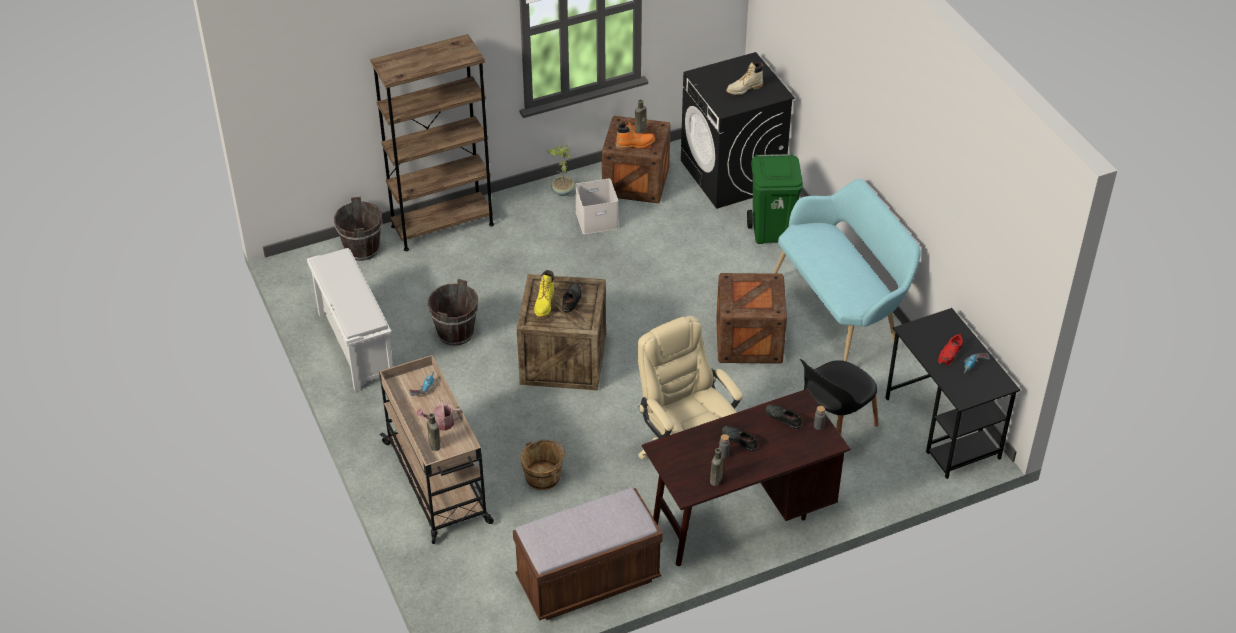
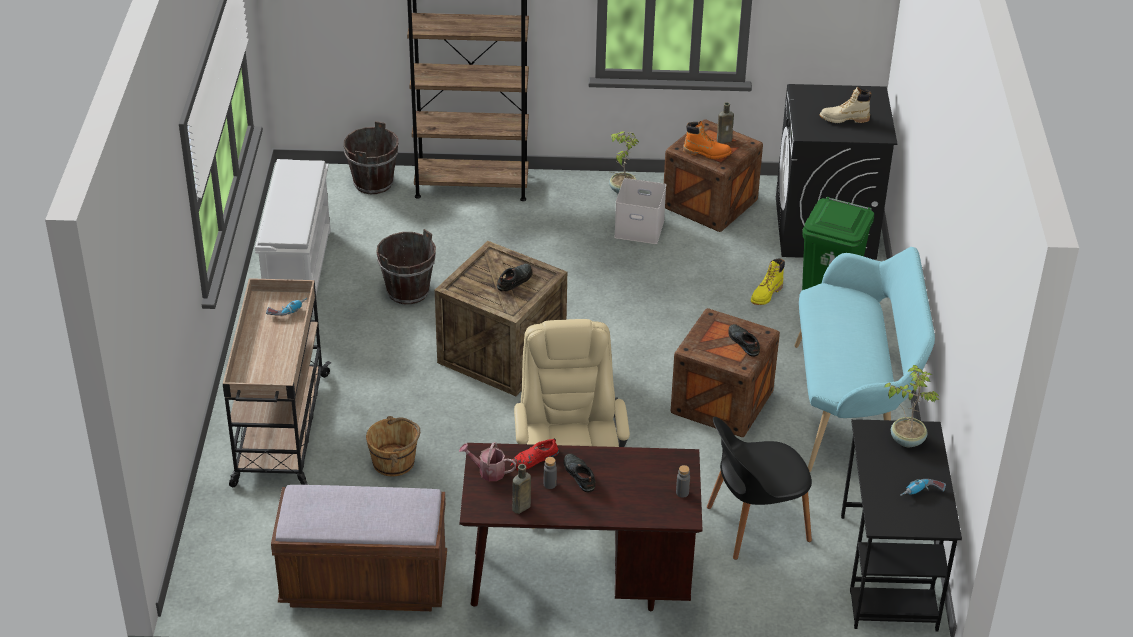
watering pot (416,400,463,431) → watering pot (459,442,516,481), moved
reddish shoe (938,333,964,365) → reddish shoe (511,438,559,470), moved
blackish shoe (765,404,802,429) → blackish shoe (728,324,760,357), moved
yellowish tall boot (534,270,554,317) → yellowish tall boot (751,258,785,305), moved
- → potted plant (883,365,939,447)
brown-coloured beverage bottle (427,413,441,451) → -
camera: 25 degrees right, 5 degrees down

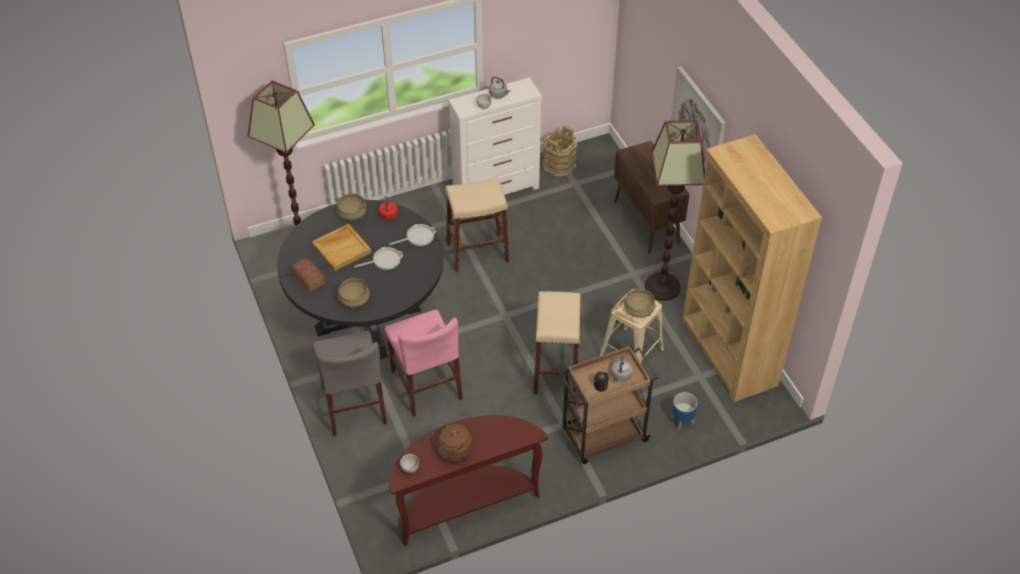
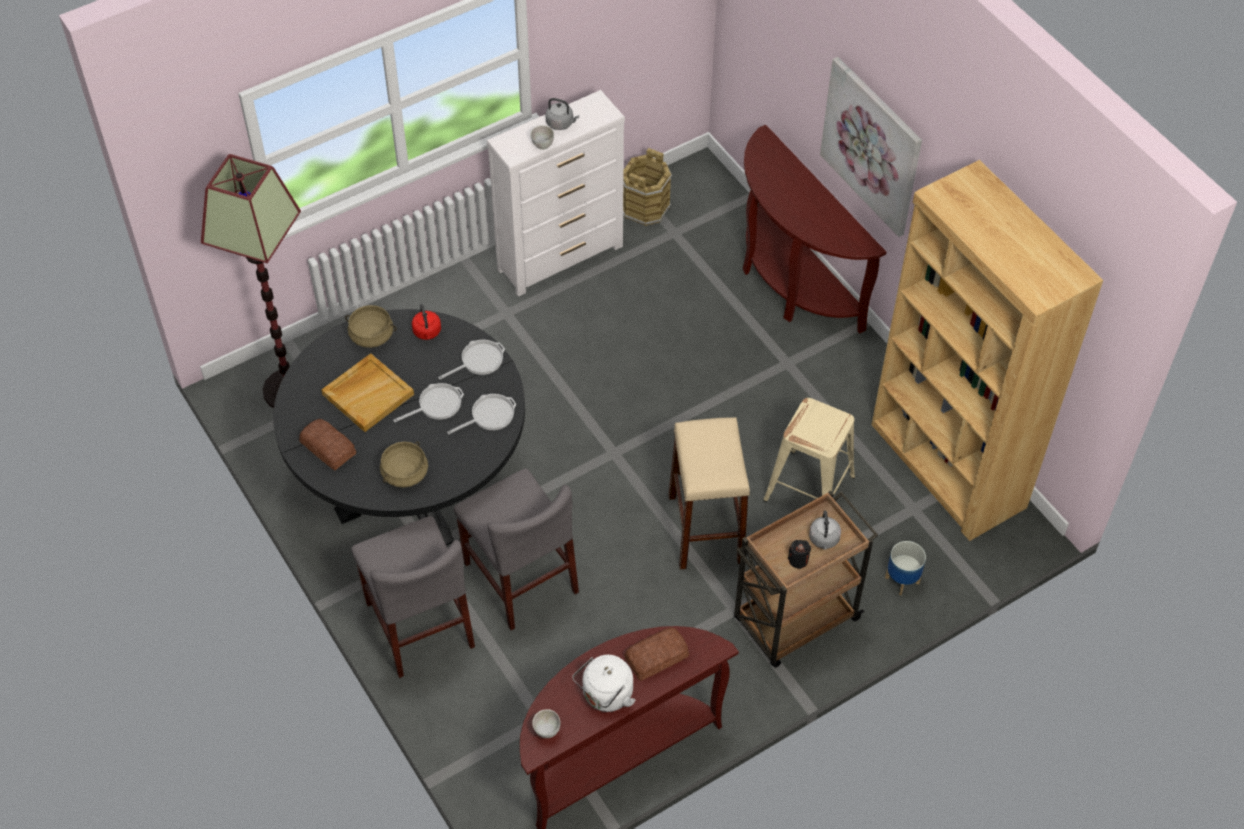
- → skillet (447,394,516,434)
pink-coloured upright chair (384,310,463,417) → grey upright chair (454,468,579,630)
brown-coloured kettle (431,424,472,463) → whitish kettle (572,655,635,712)
- → bread (625,628,689,681)
brown-coloured cabinet (614,141,690,254) → brown-coloured hall table (743,125,886,333)
beige stool (446,177,509,272) → -
beige cooking pot (624,289,655,318) → -
standing lamp (645,120,705,301) → -
camera: 10 degrees left, 5 degrees up

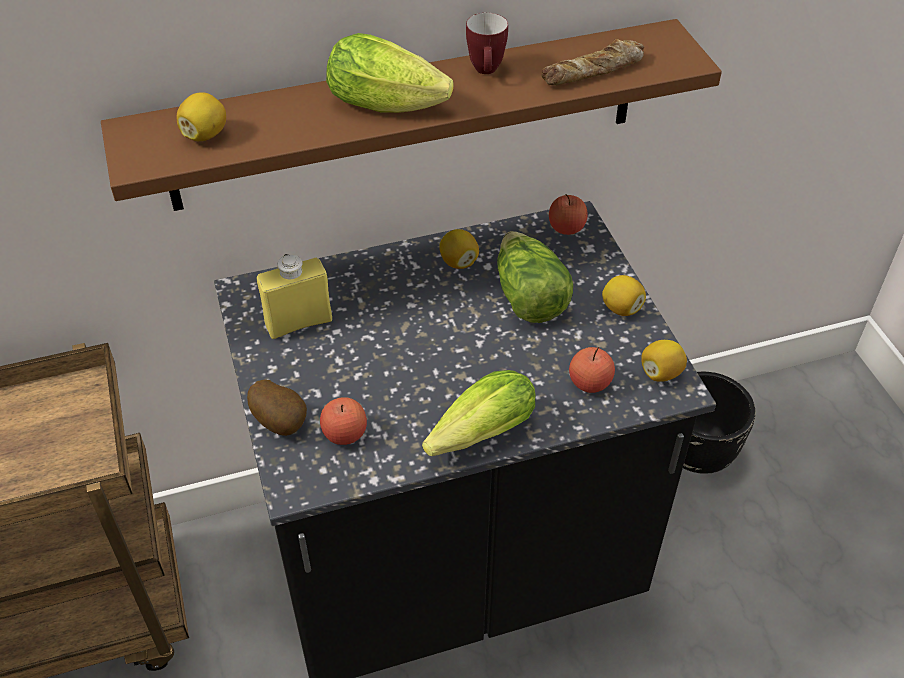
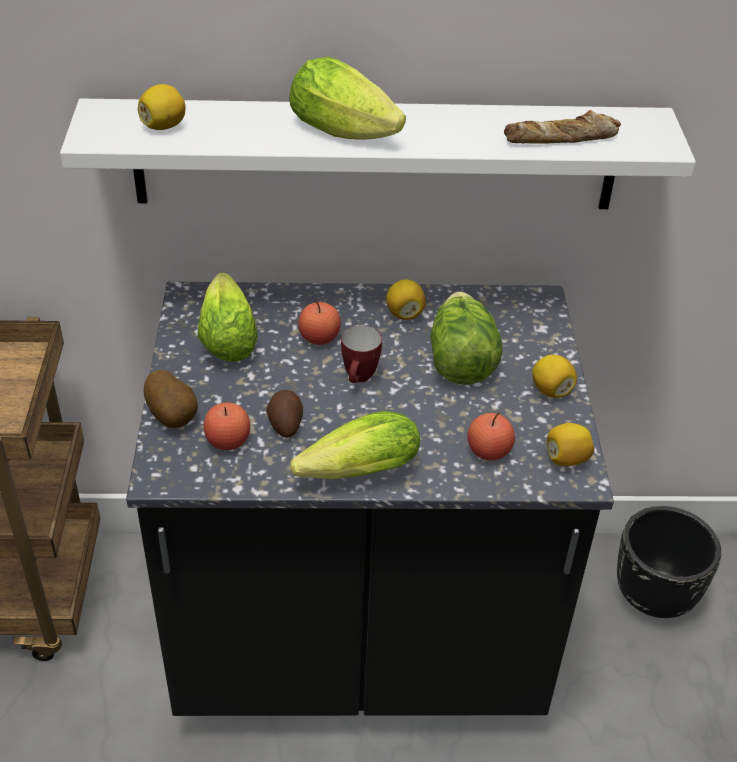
brown-coloured wall shelf (101,19,722,211) → whitish wall shelf (60,98,696,209)
yellowish beverage bottle (257,254,332,339) → head of lettuce (198,272,258,362)
- → whole potato (266,390,303,438)
apple fruit (549,194,588,235) → apple fruit (298,299,341,345), moved
mug (466,13,508,74) → mug (341,326,382,383), moved
camera: 15 degrees right, 5 degrees down

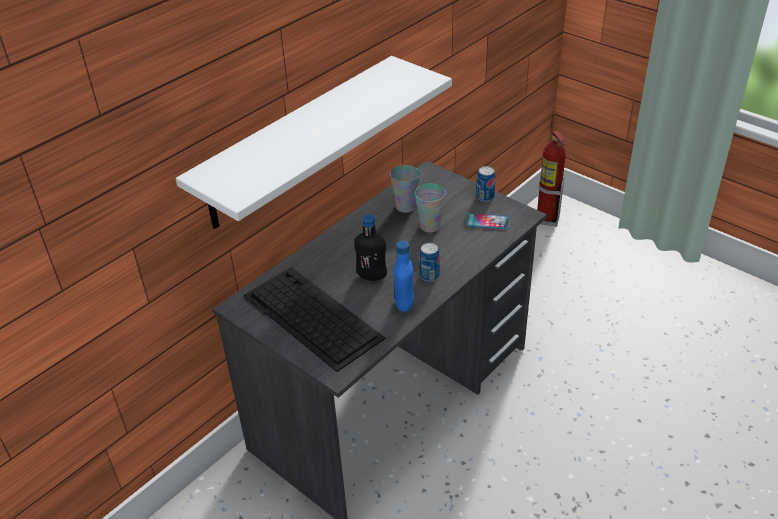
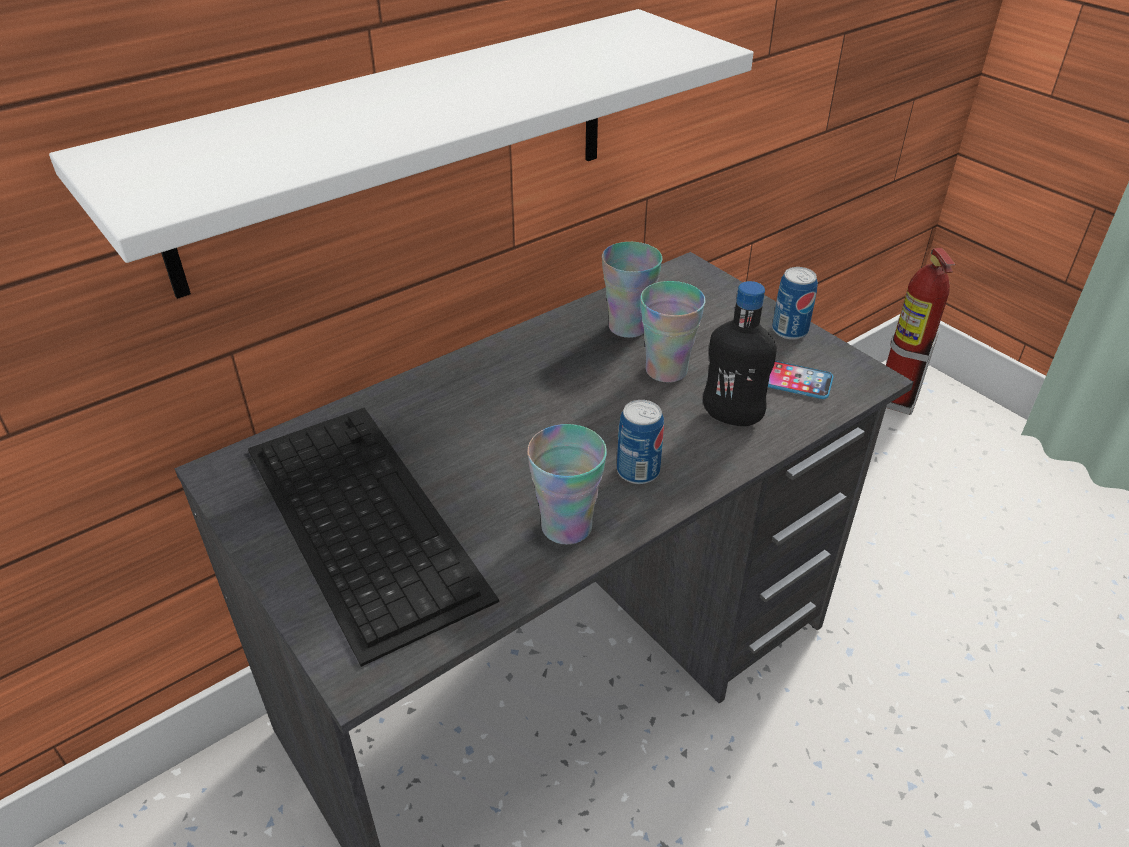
bluish beverage bottle (394,241,414,312) → drinking cup (527,424,607,545)
blackish beverage bottle (354,214,387,281) → blackish beverage bottle (703,281,777,426), moved
camera: 10 degrees right, 0 degrees up

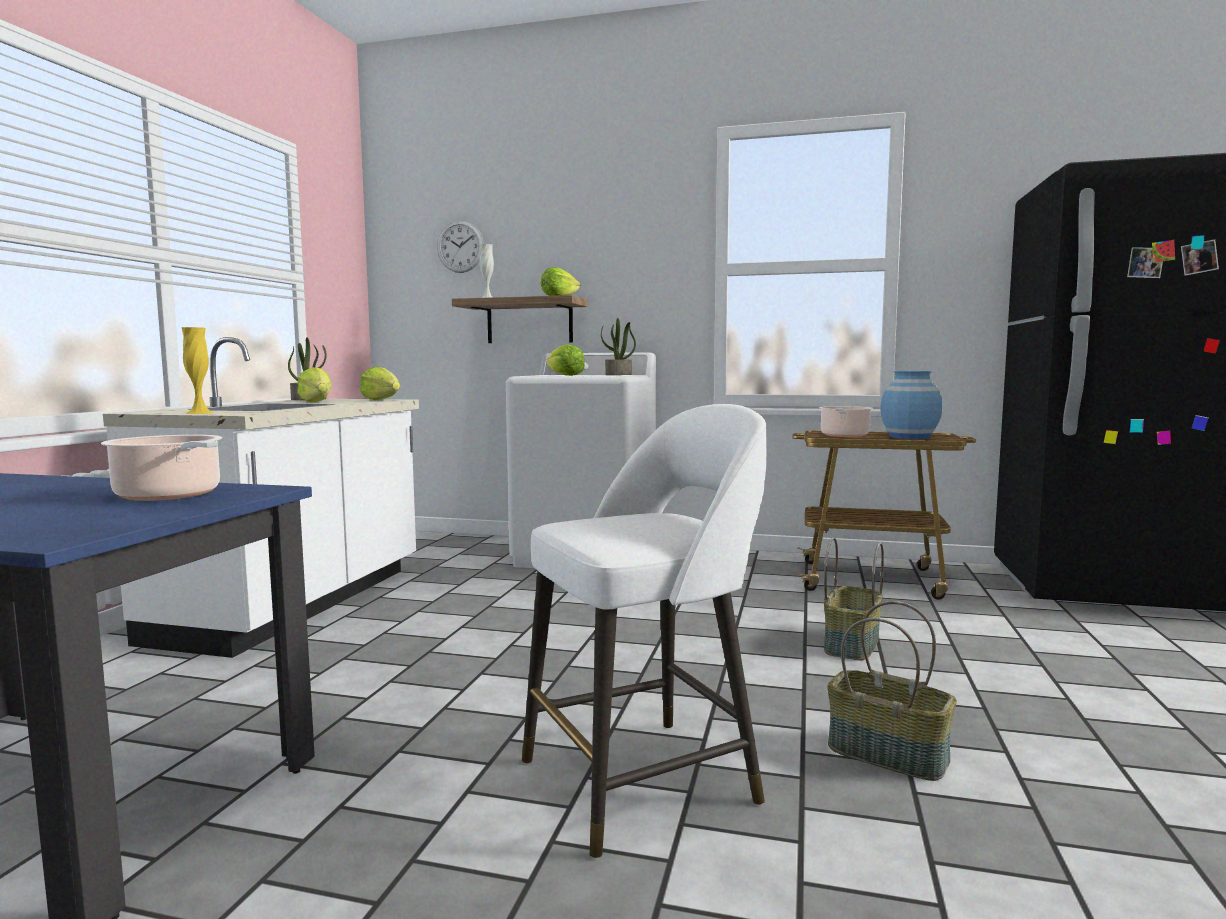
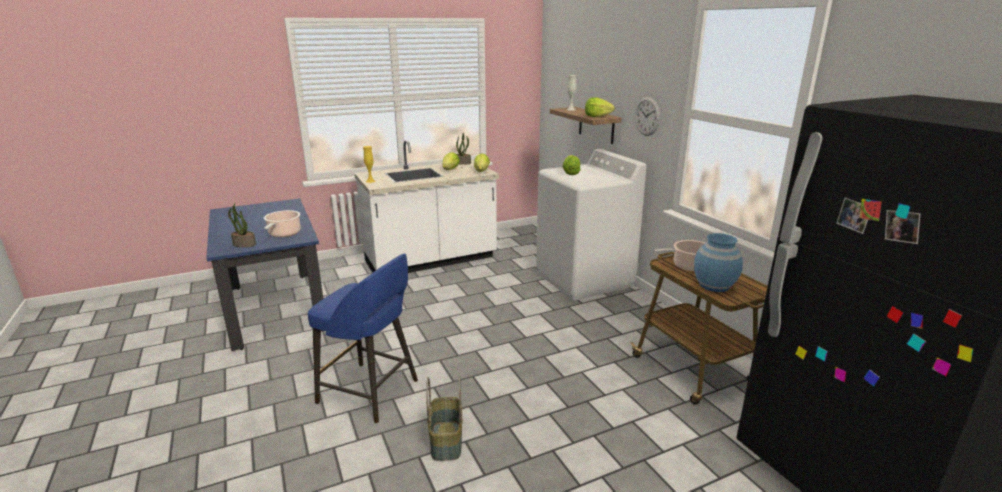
potted plant (601,318,636,375) → potted plant (228,203,256,248), moved
whitish stool (522,404,767,858) → bluish stool (308,254,418,423)
hanging clock (437,220,484,273) → hanging clock (635,97,660,136), moved
basket (824,537,884,660) → -
camera: 50 degrees right, 15 degrees up

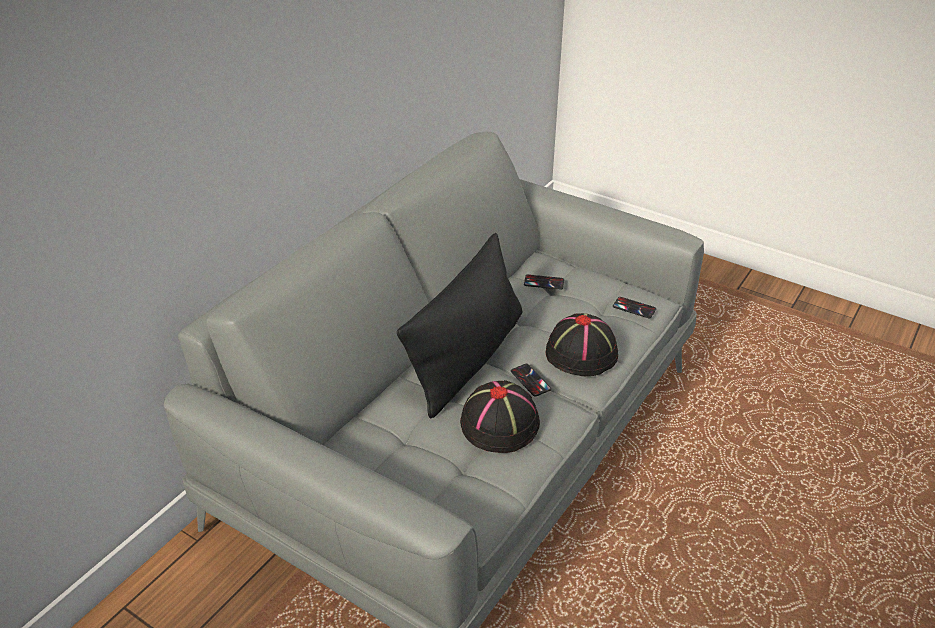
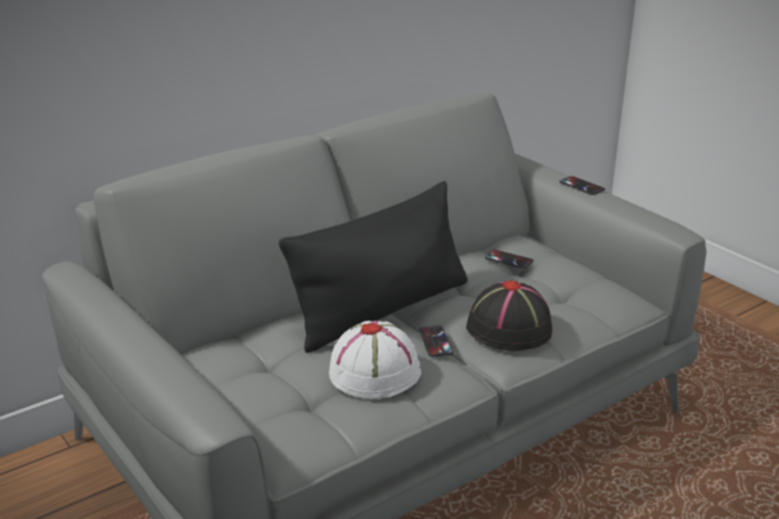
blackish clothing hat (460,380,540,453) → whitish clothing hat (329,321,421,399)
phone (613,297,656,319) → phone (559,176,605,195), moved
camera: 20 degrees right, 10 degrees down

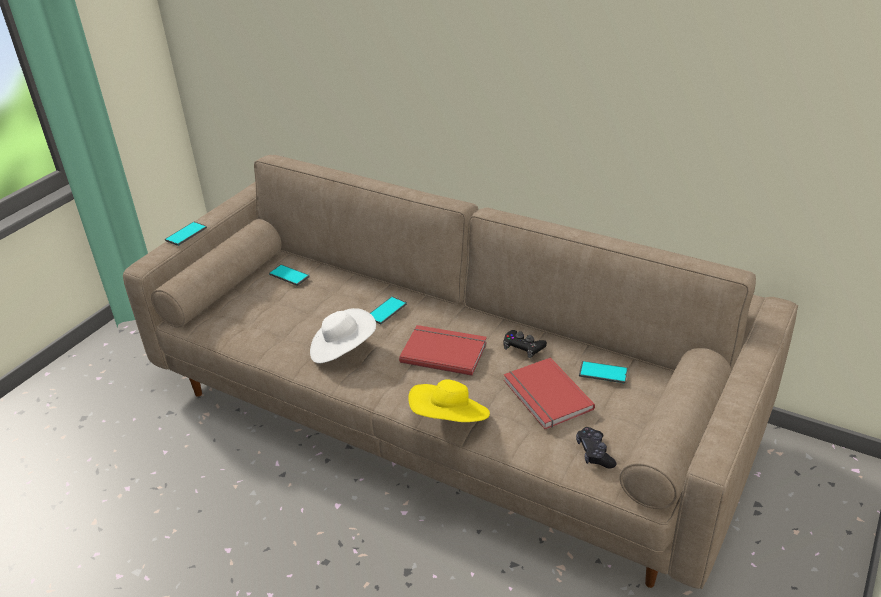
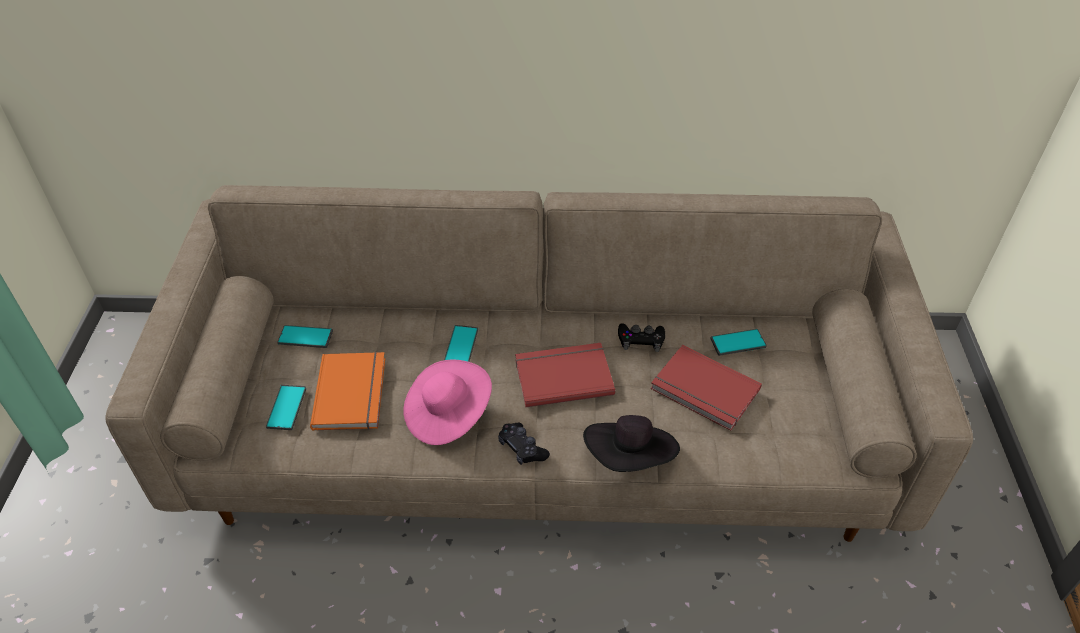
phone (165,222,207,246) → phone (266,385,306,430), moved
- → orange-coloured book (310,352,385,430)
whitish clothing hat (310,308,376,364) → pink-coloured clothing hat (403,359,492,445)
blackish joypad (576,427,616,469) → blackish joypad (498,423,550,465), moved
yellowish clothing hat (408,379,490,422) → blackish clothing hat (583,415,680,472)
camera: 30 degrees left, 10 degrees up

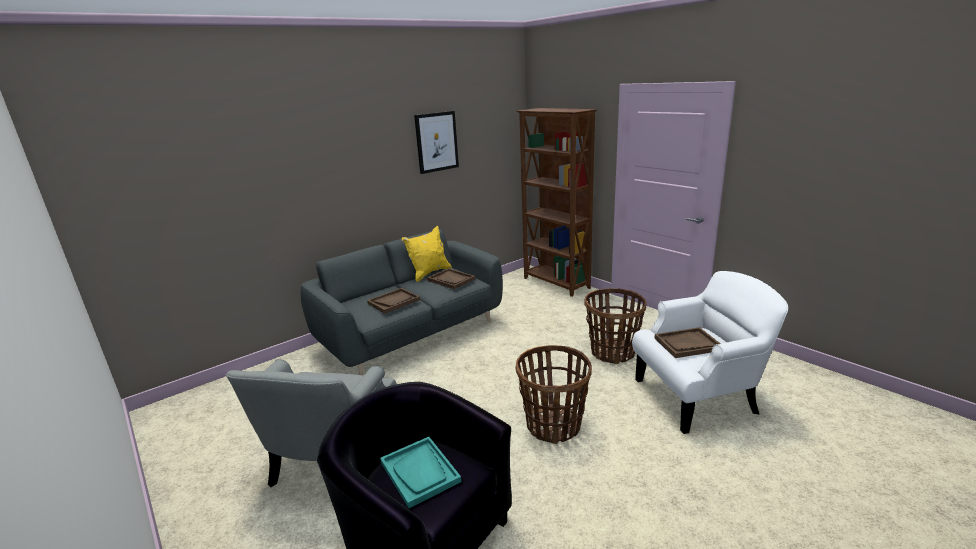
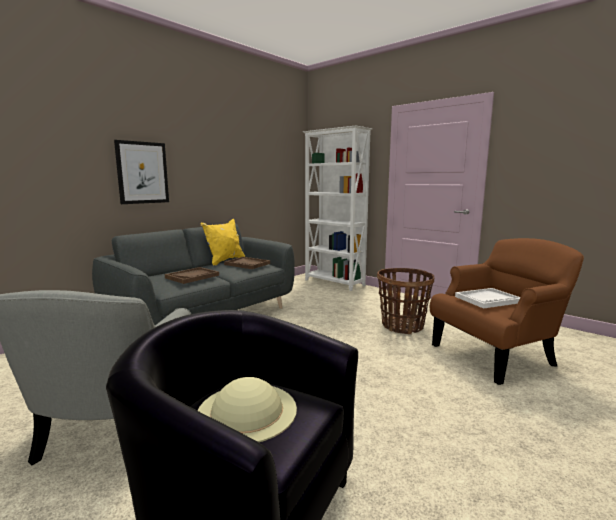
wall picture (414,111,459,174) → wall picture (114,140,169,204), moved
blue-green serving tray (380,437,461,508) → beige clothing hat (197,377,297,442)
brown-coloured shelving unit (516,108,597,297) → whitish shelving unit (302,125,373,291)
whitish lounge chair (632,271,788,434) → brown-coloured lounge chair (430,238,584,385)
brown-coloured serving tray (654,327,721,358) → whitish serving tray (455,288,520,309)
basket (515,345,592,444) → -
camera: 10 degrees left, 10 degrees down

